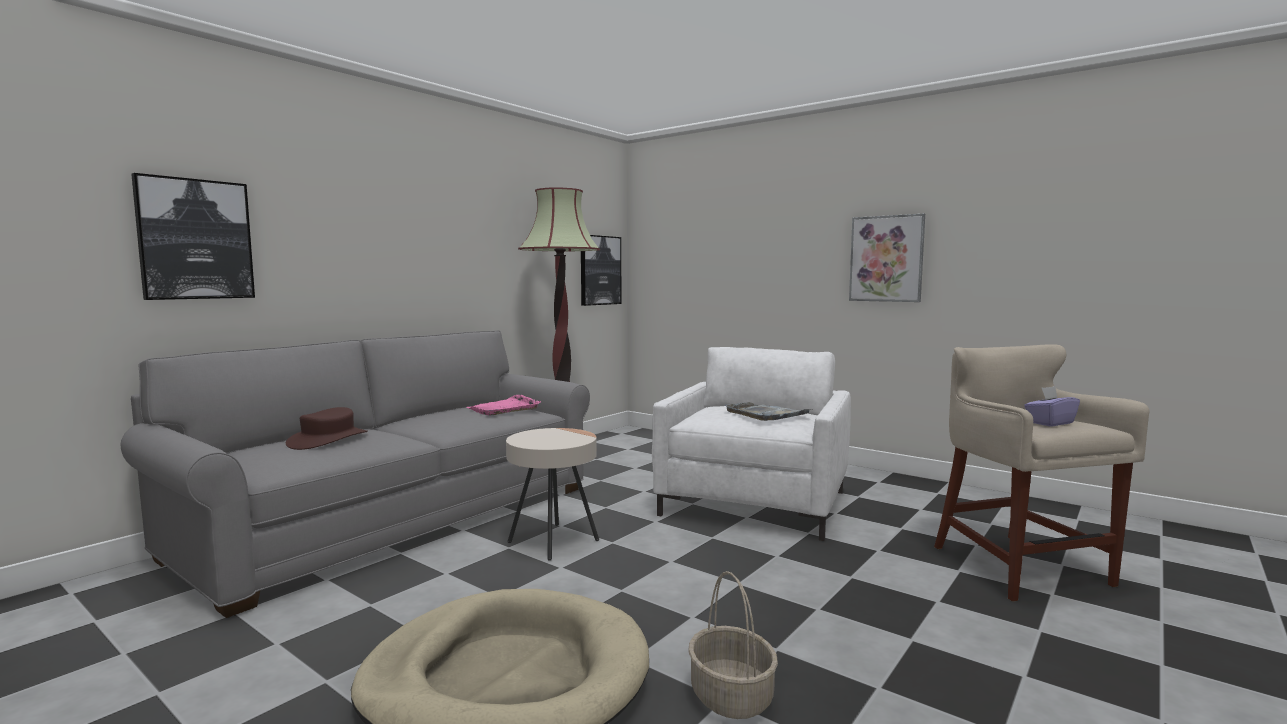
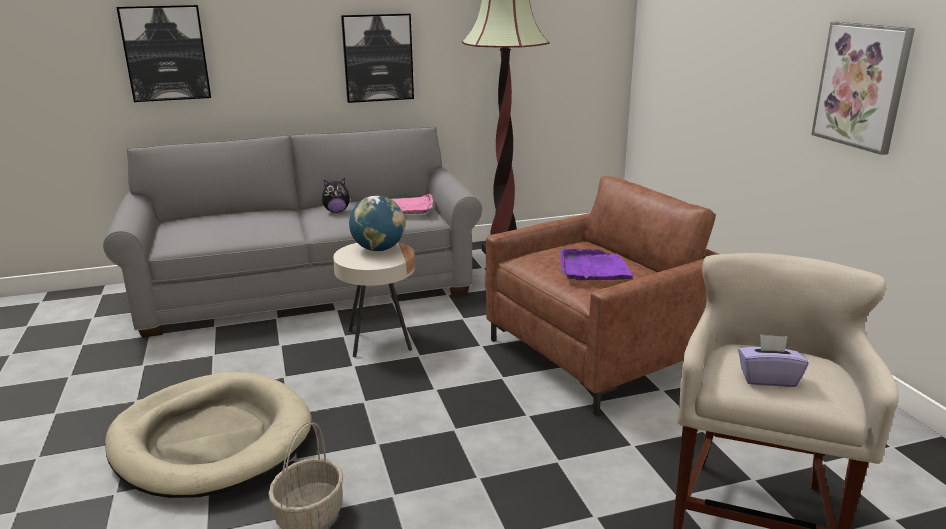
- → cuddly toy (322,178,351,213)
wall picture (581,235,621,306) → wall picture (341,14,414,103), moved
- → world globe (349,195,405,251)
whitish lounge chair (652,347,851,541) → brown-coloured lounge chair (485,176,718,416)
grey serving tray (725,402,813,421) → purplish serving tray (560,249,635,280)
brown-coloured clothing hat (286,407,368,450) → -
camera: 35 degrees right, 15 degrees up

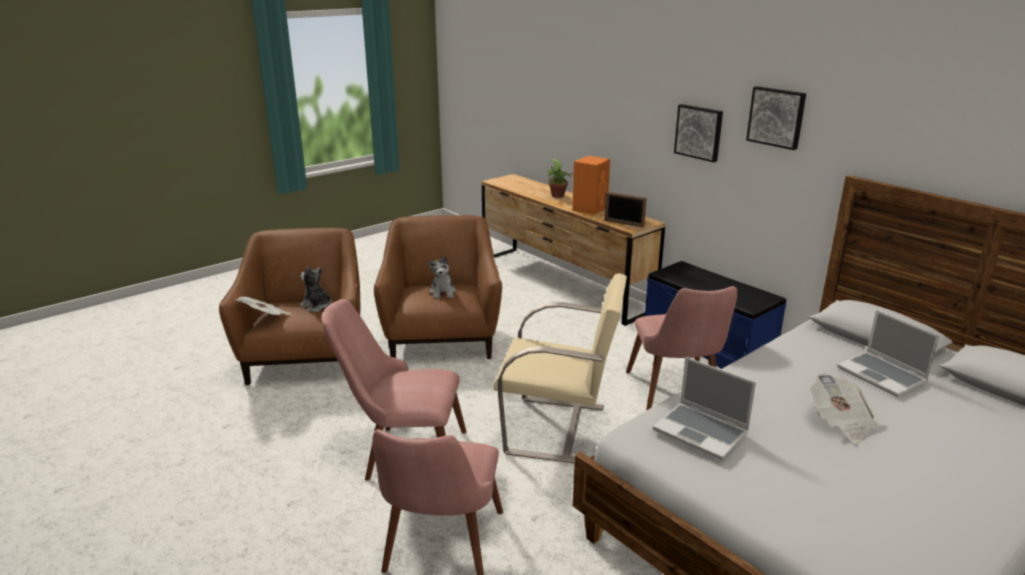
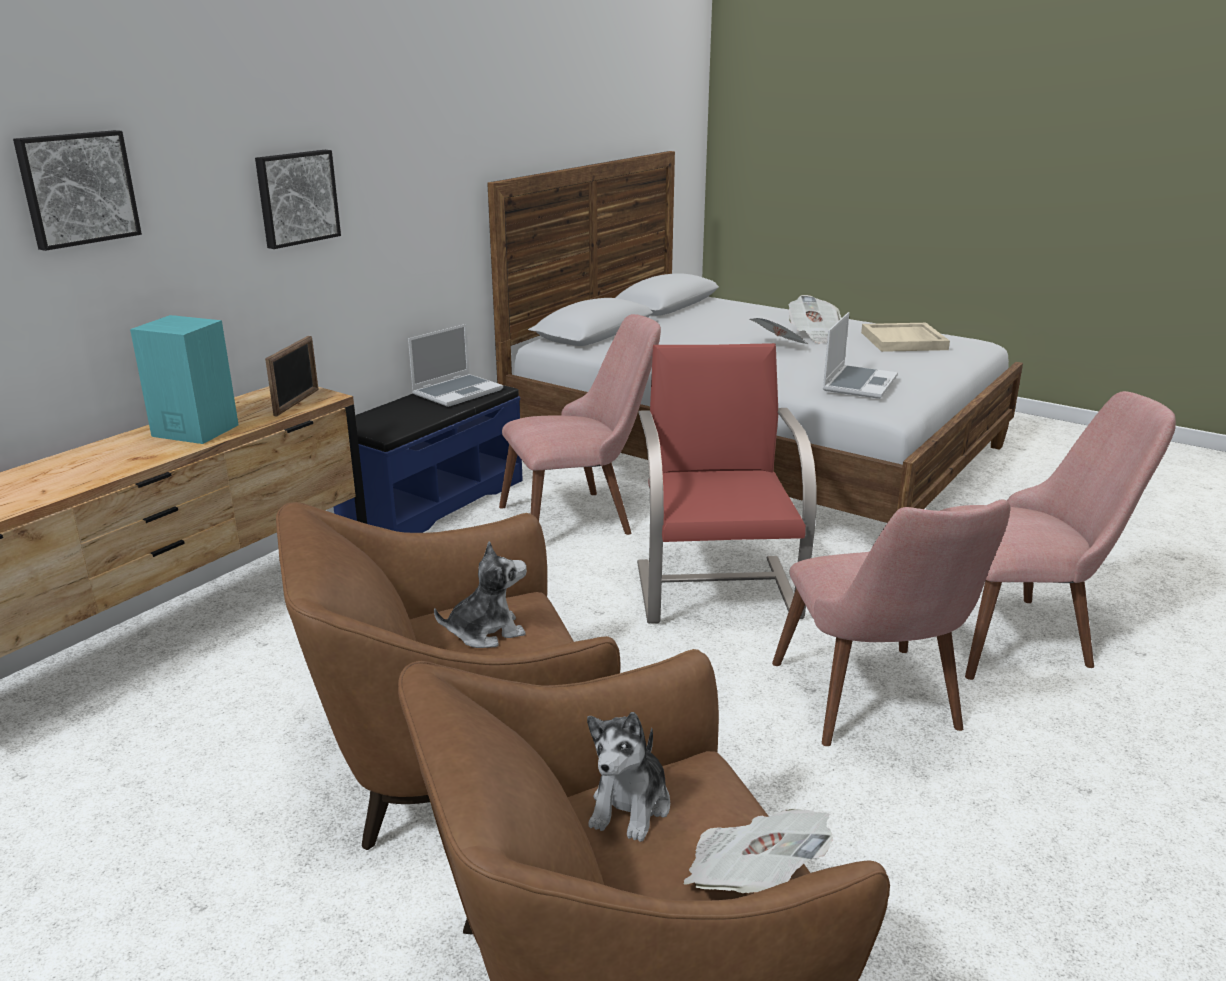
wall picture (746,86,806,150) → wall picture (13,130,142,251), moved
orange-coloured audio speaker (572,156,610,215) → blue-green audio speaker (130,315,239,444)
portable computer (837,310,940,397) → portable computer (408,324,503,407), moved
beige lounge chair (494,273,627,463) → reddish lounge chair (637,343,817,624)
- → daily paper (789,295,841,344)
- → beige serving tray (861,323,950,352)
potted plant (547,159,574,198) → -
camera: 105 degrees left, 0 degrees up

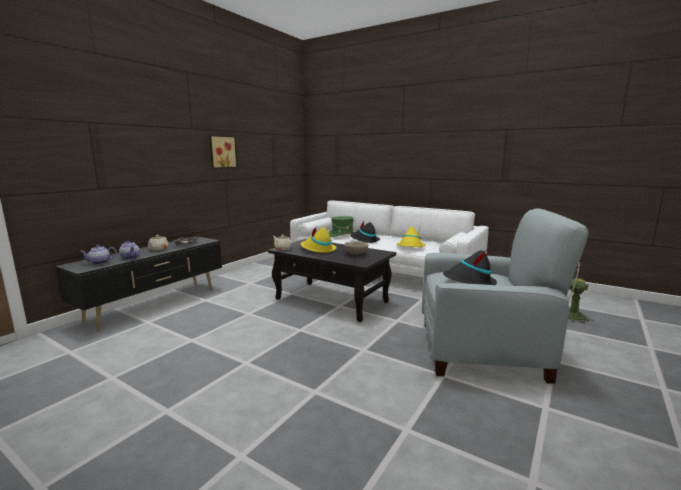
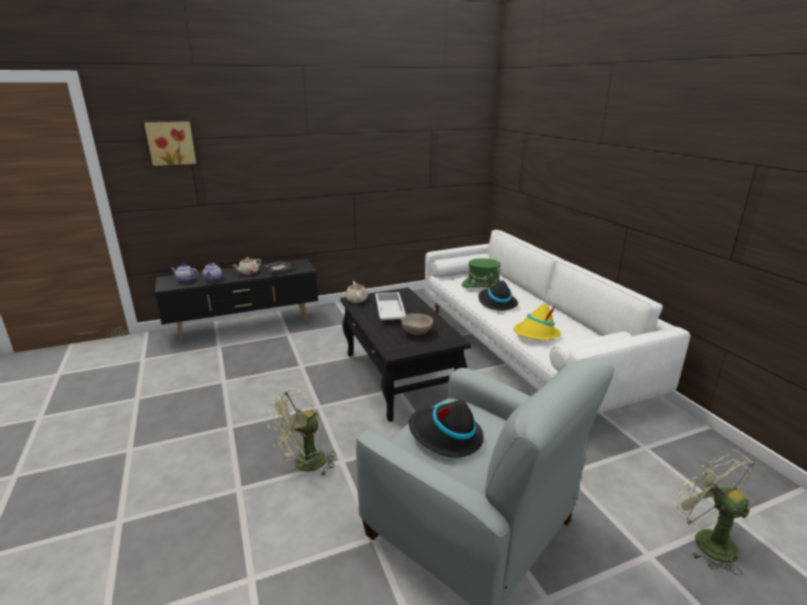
wall picture (209,135,238,169) → wall picture (142,120,198,168), moved
- → green-coloured electric fan (267,389,336,477)
yellowish clothing hat (301,227,337,253) → whitish serving tray (375,292,406,320)
camera: 35 degrees right, 10 degrees up

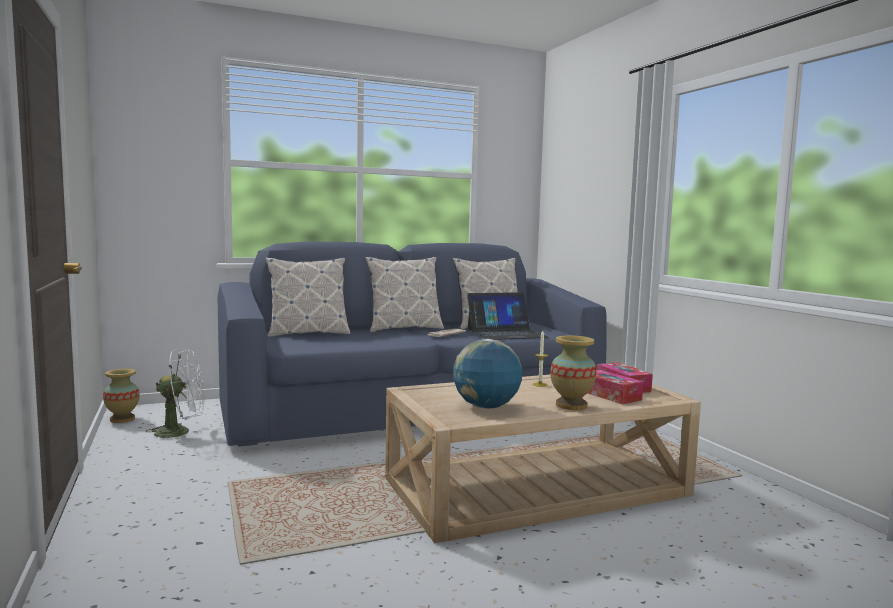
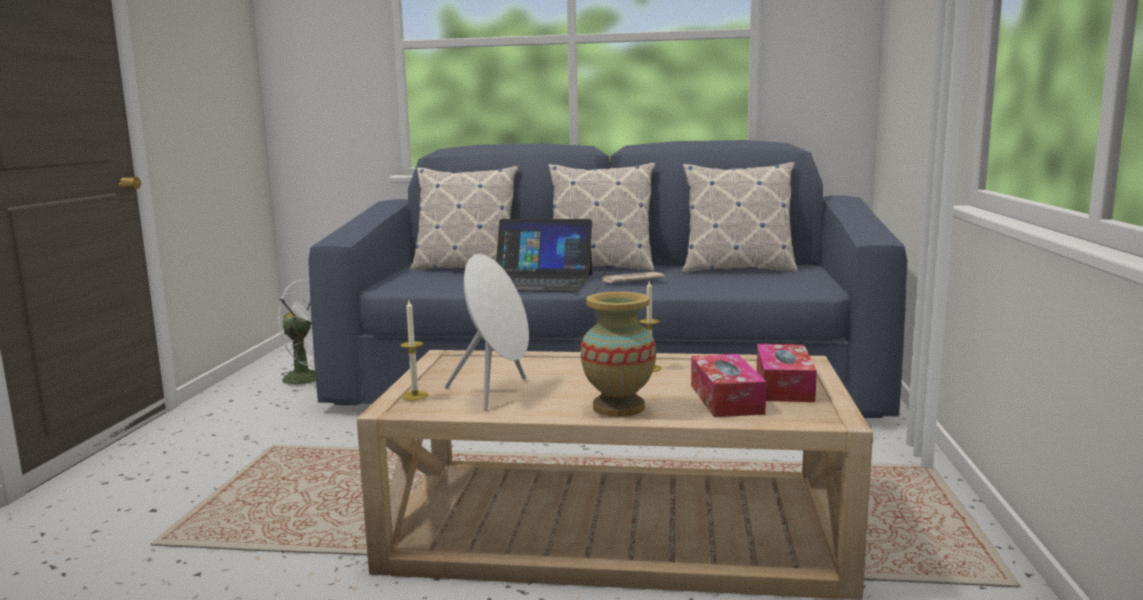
- → candle (400,301,428,400)
world globe (453,339,522,408) → whitish audio speaker (445,253,529,411)
portable computer (467,292,548,340) → portable computer (496,219,592,292), moved
decorative vase (103,369,140,423) → -
camera: 30 degrees right, 5 degrees up

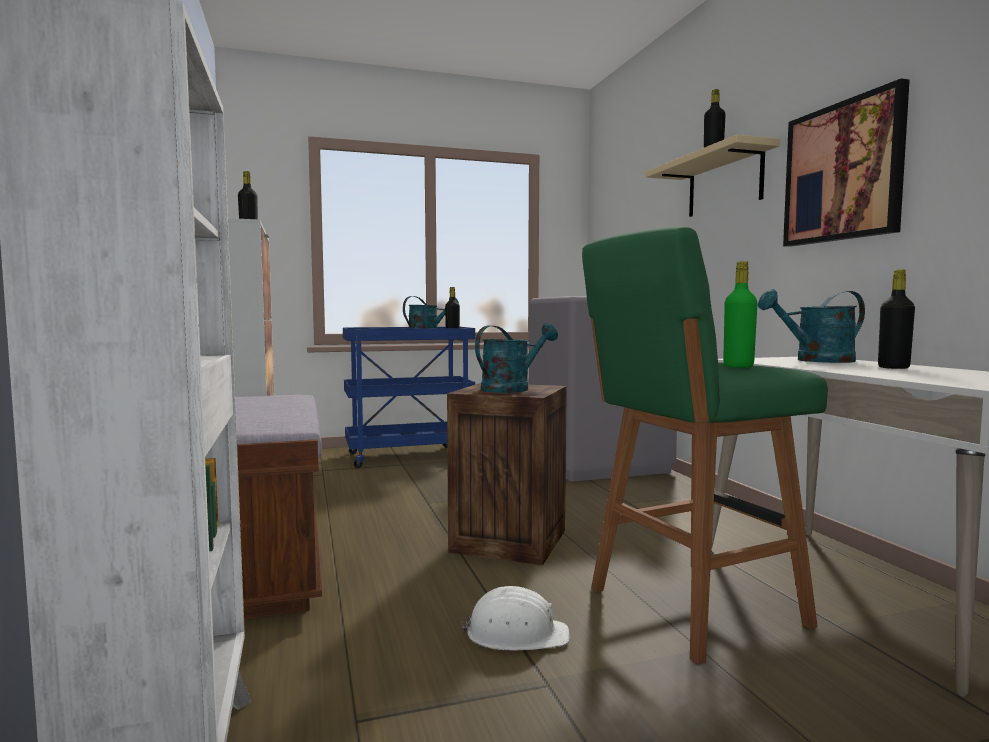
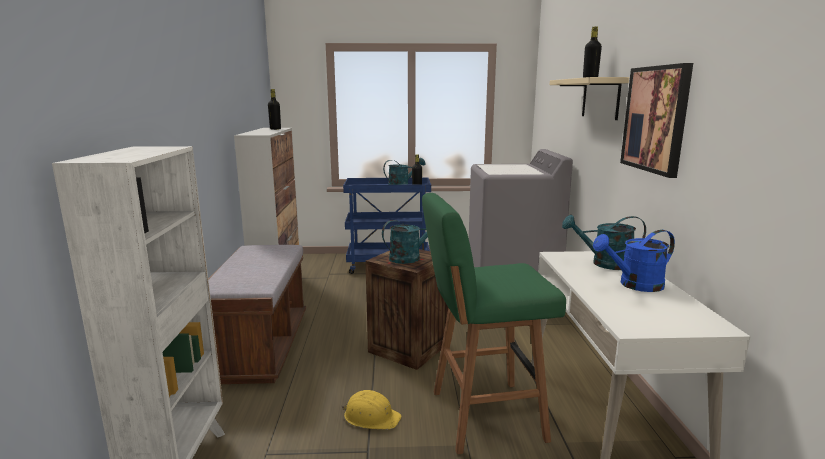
whitish work helmet (460,586,570,651) → yellowish work helmet (342,390,402,429)
blackish beverage bottle (878,270,915,369) → bluish watering pot (593,230,675,292)
green-coloured beverage bottle (723,261,757,368) → -
camera: 15 degrees right, 10 degrees up

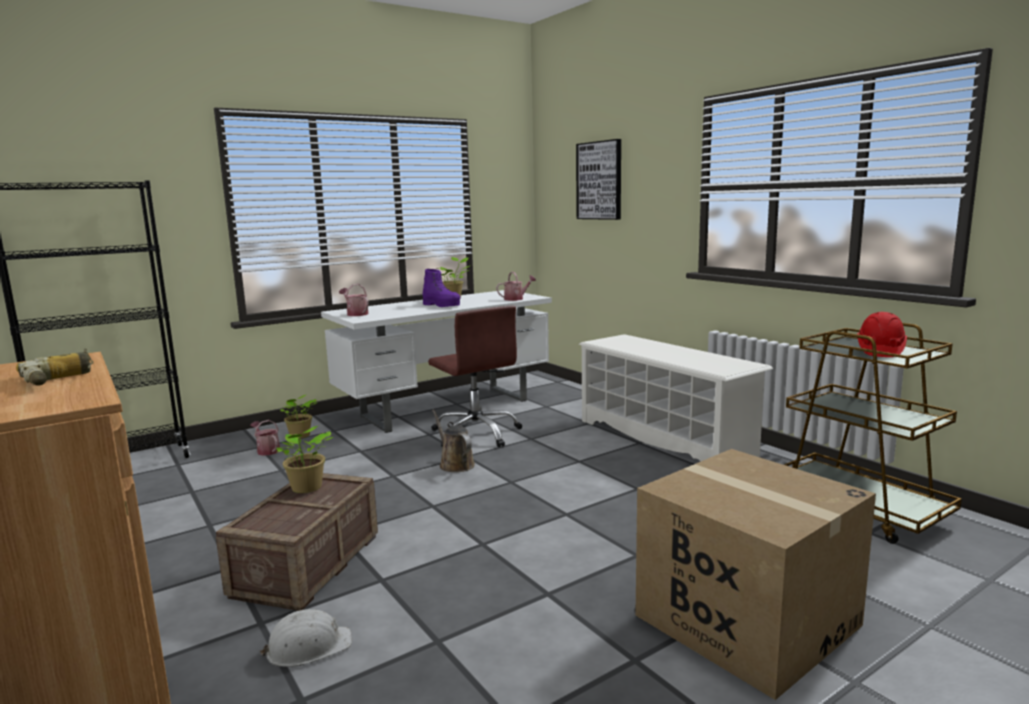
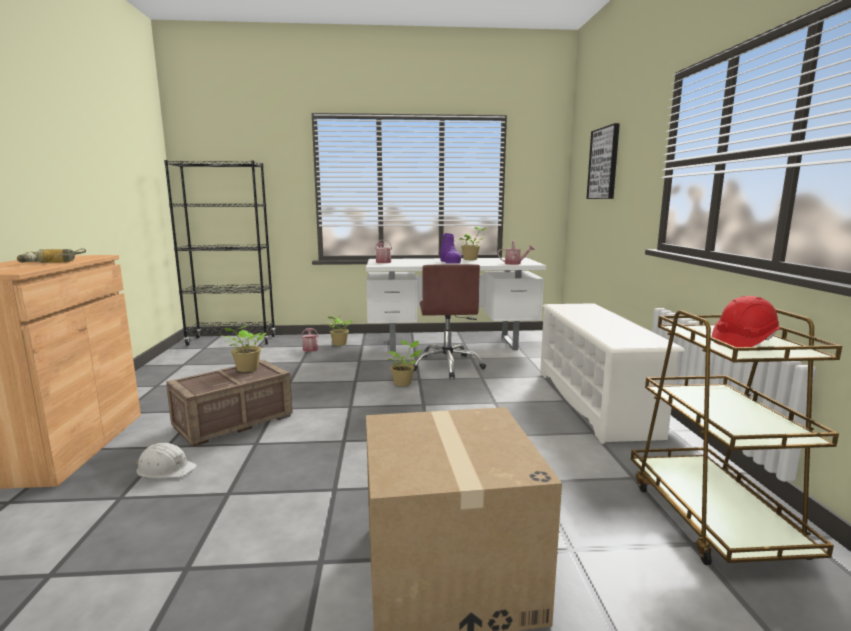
brown-coloured watering pot (432,409,475,472) → potted plant (386,340,423,386)
camera: 30 degrees right, 0 degrees up

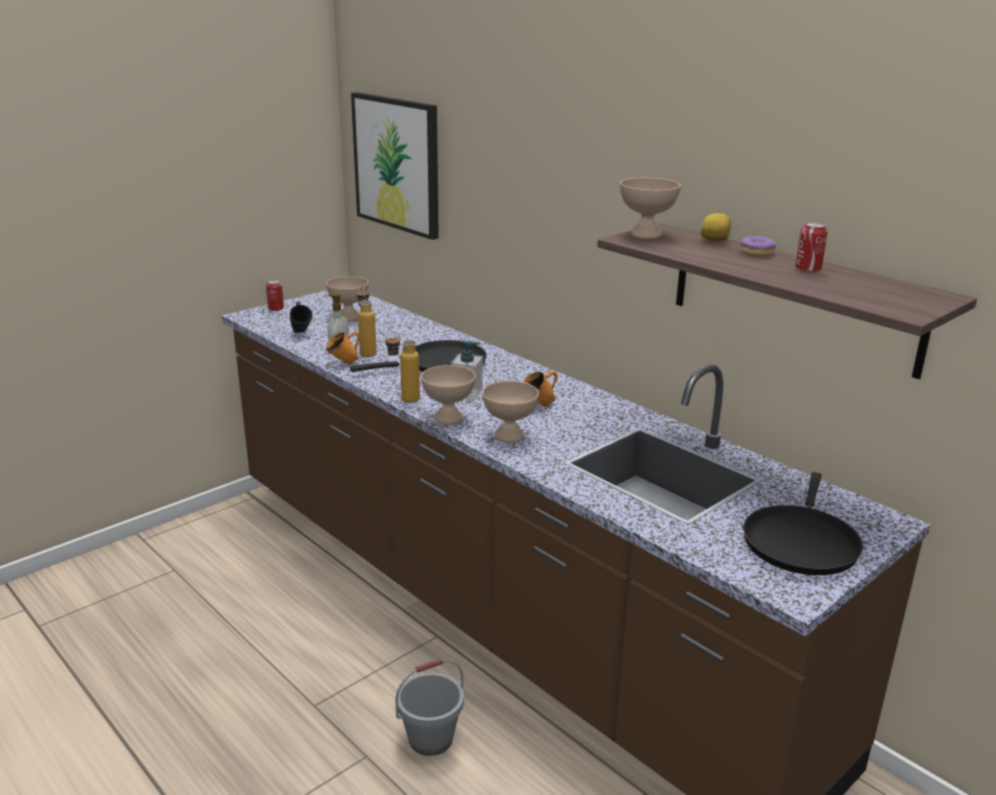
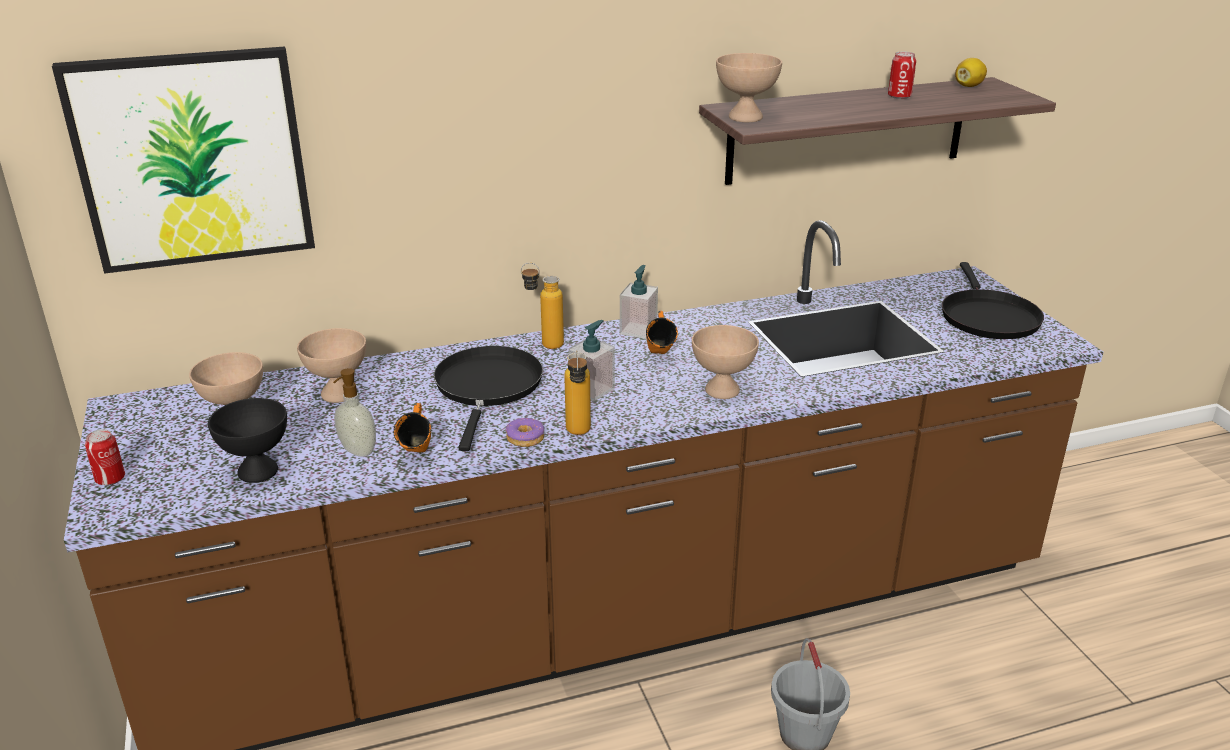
bluish mug (290,301,313,332) → blackish bowl (208,398,287,483)
beige bowl (421,365,476,425) → beige bowl (297,328,366,403), moved
doughnut (740,236,776,256) → doughnut (506,418,544,447), moved
beverage bottle (357,285,376,357) → beverage bottle (521,262,564,349), moved
- → liquid soap bottle (620,265,658,339)
blackish skillet (743,472,863,575) → blackish skillet (942,262,1044,339), 45 degrees clockwise
whole lemon (701,213,731,242) → whole lemon (955,58,987,87), moved
camera: 65 degrees left, 5 degrees up

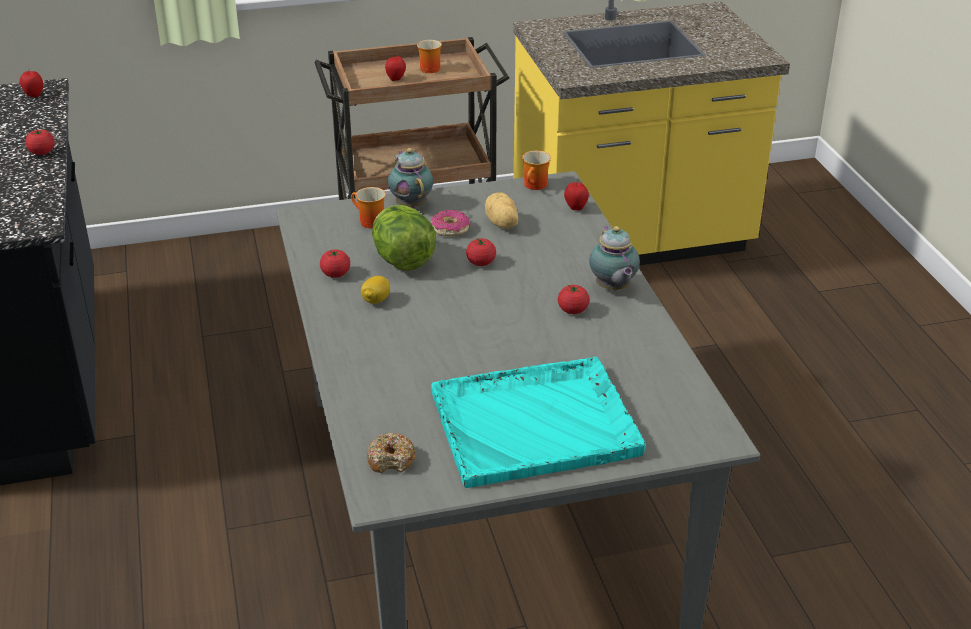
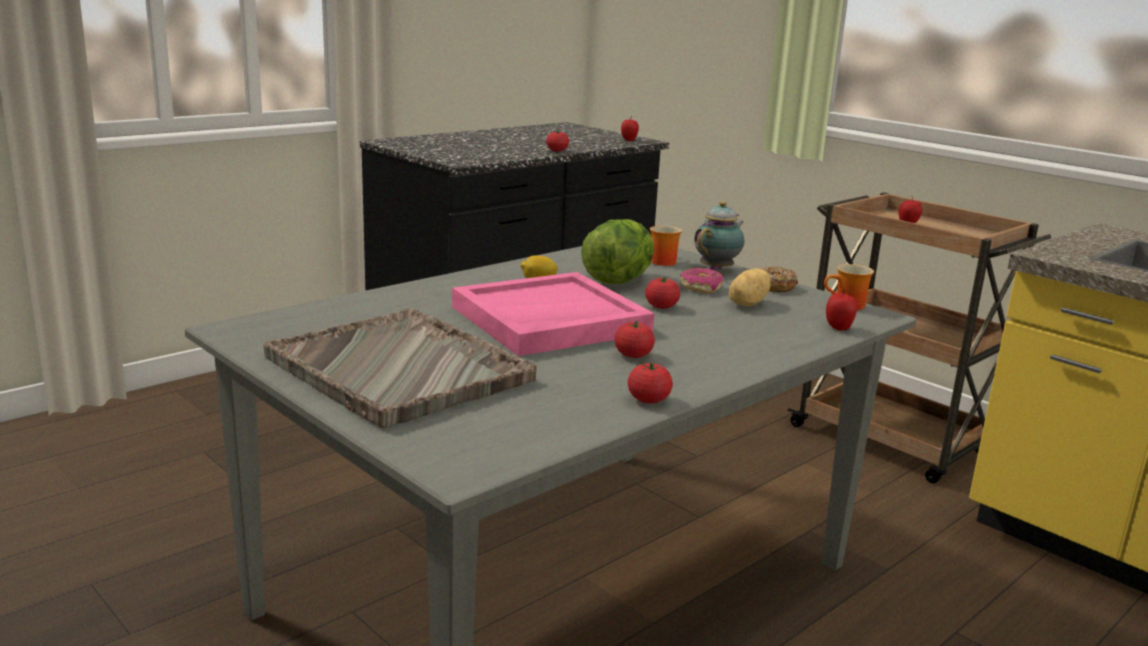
blue-green serving tray (431,357,645,488) → grey serving tray (263,308,537,428)
- → pink-coloured serving tray (452,272,654,356)
tomato (320,250,350,278) → tomato (627,362,673,404), moved
doughnut (367,432,415,473) → doughnut (761,266,798,292), moved
mug (417,40,442,73) → -
pot for tea (589,226,640,291) → -
camera: 60 degrees right, 15 degrees down

